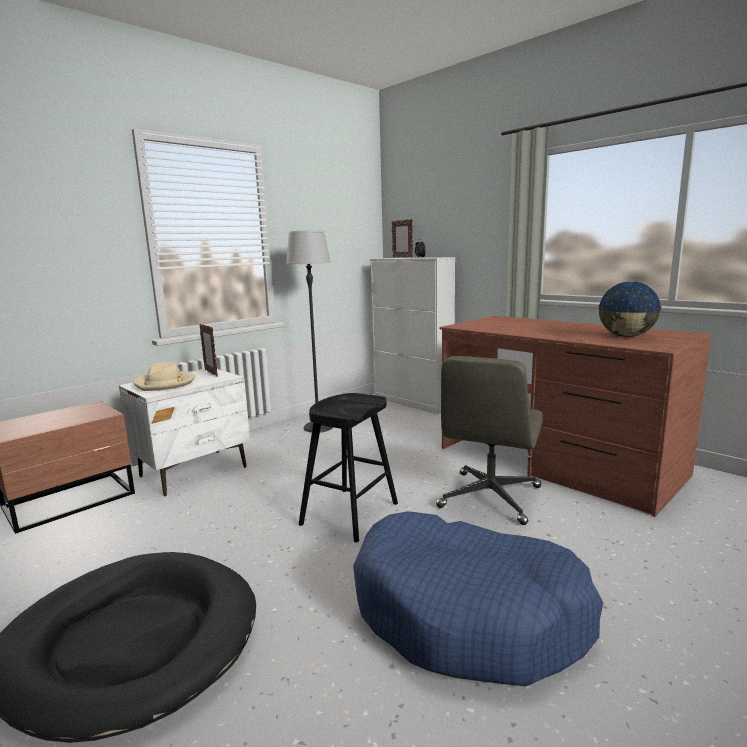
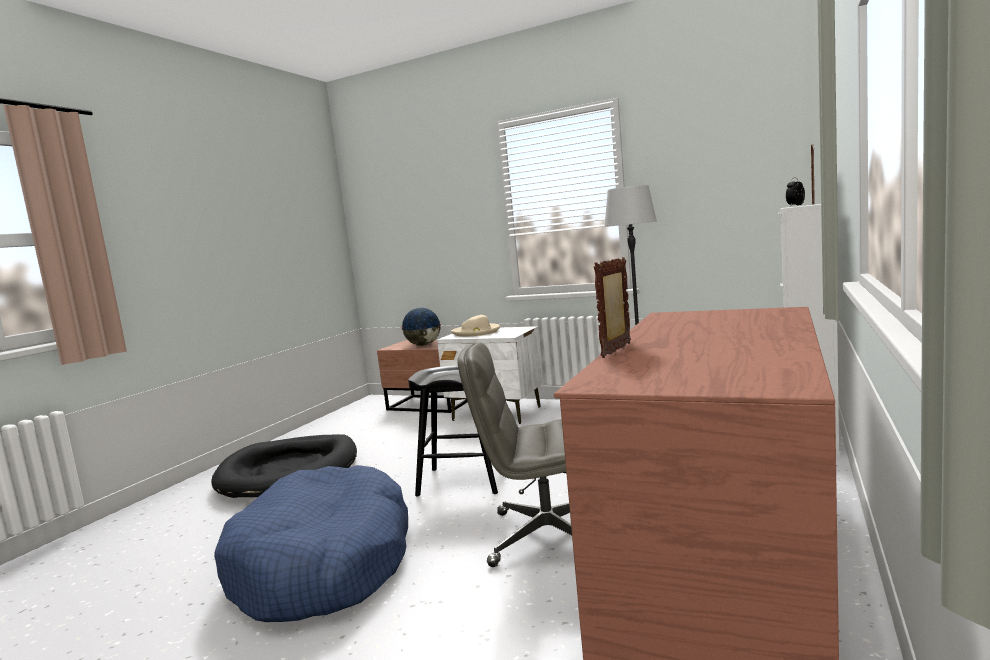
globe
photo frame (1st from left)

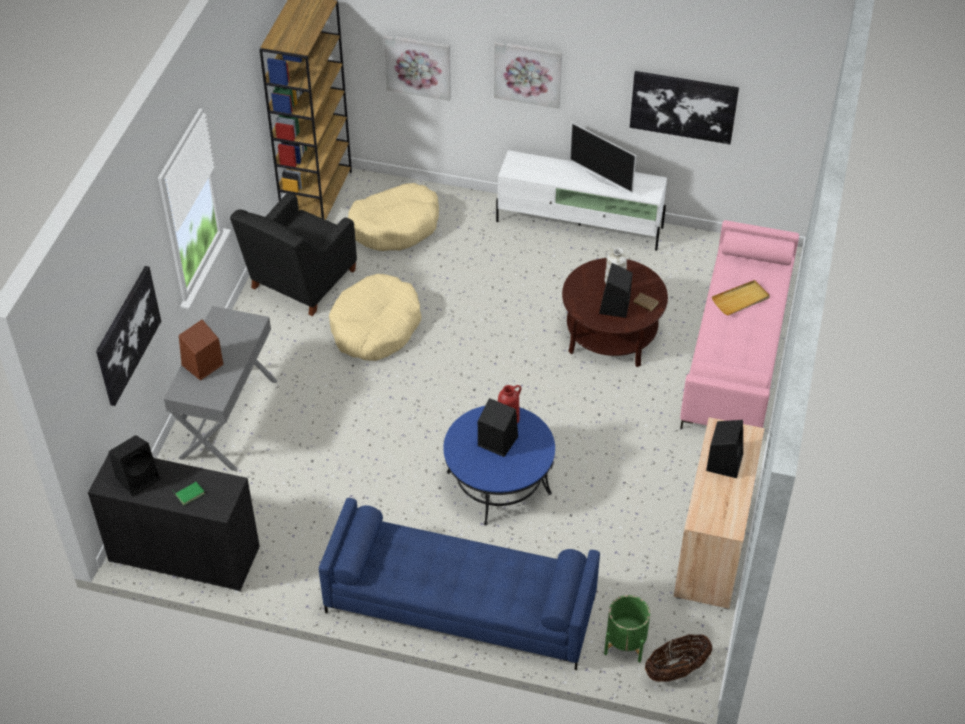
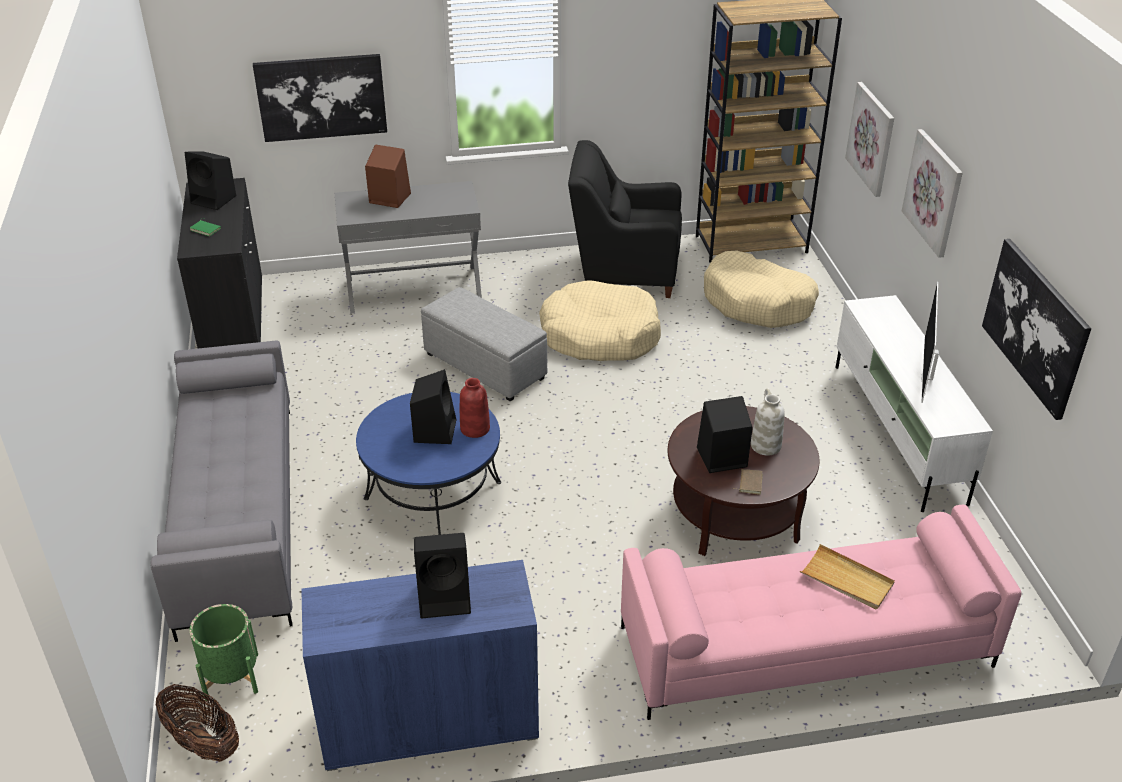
storage cabinet (bluish)
sofa (greyish)
footrest (greyish)

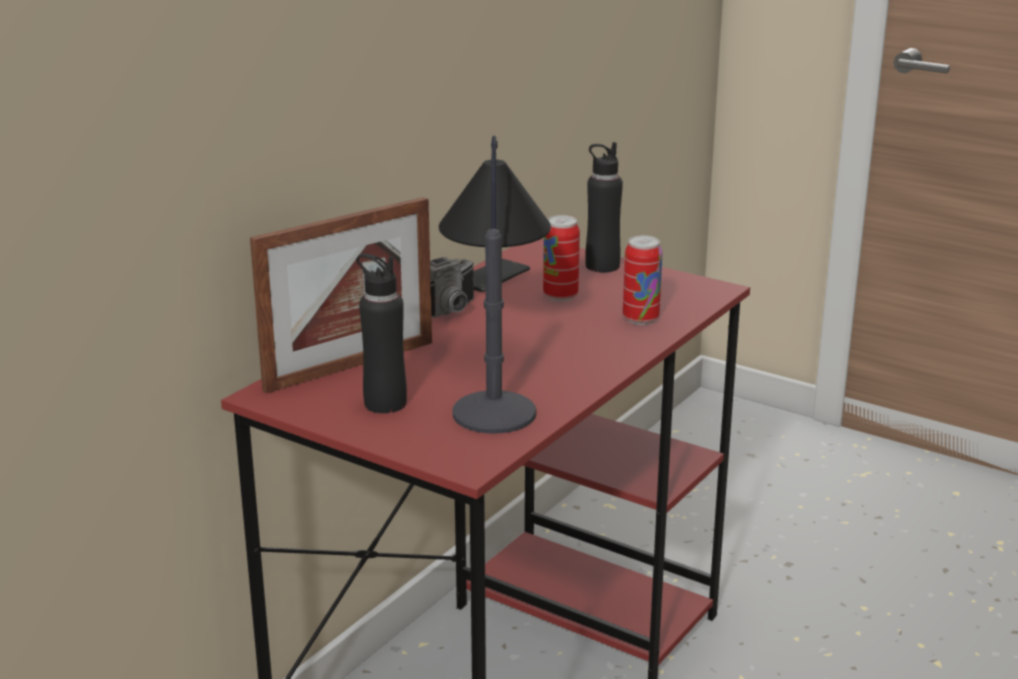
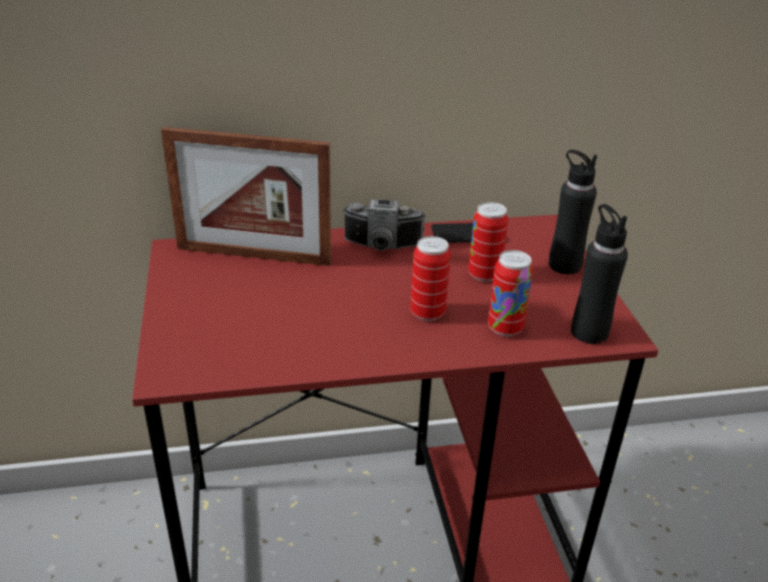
tabletop lamp
beverage bottle (black) (2nd from left)
can (1st from left)

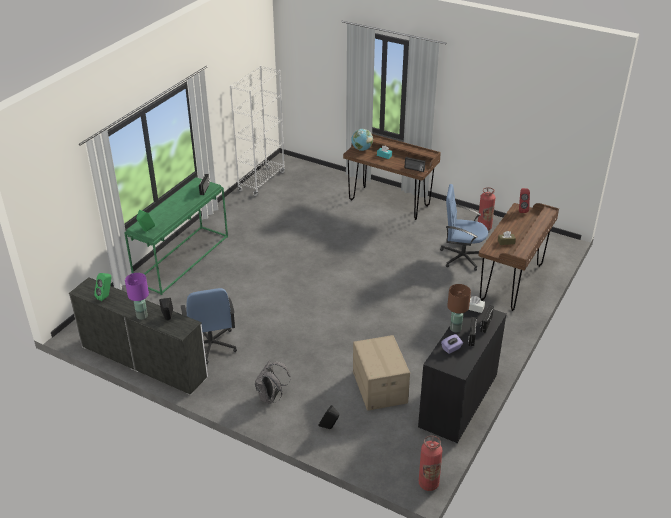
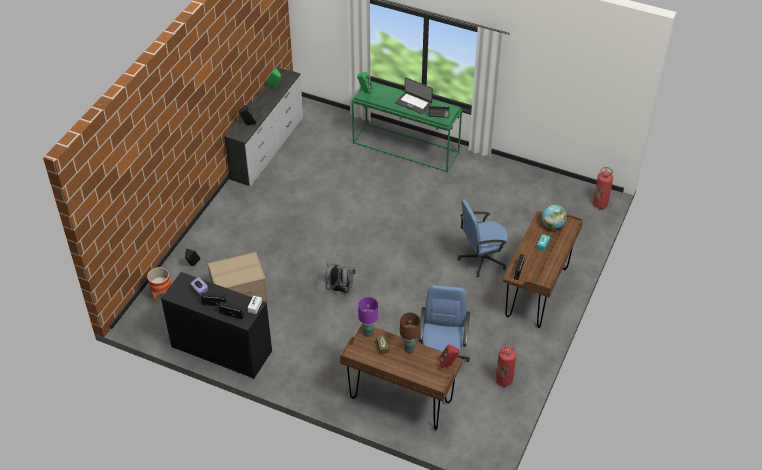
bookcase (white-coloured)
tabletop lamp (purplish)
tabletop lamp (brown)
computer chair (bluish) (2nd from left)
rucksack (greyish)
fire extinguisher (2nd from left)
notebook computer
planter

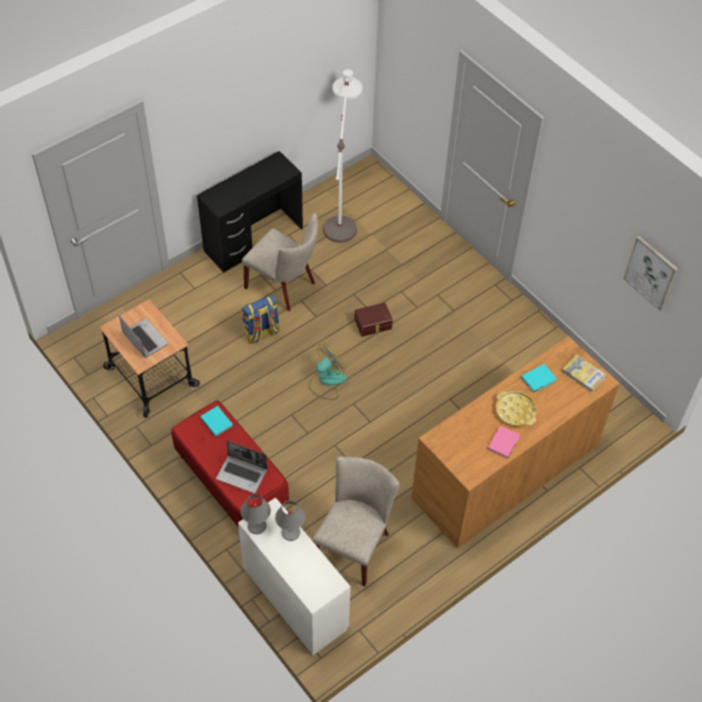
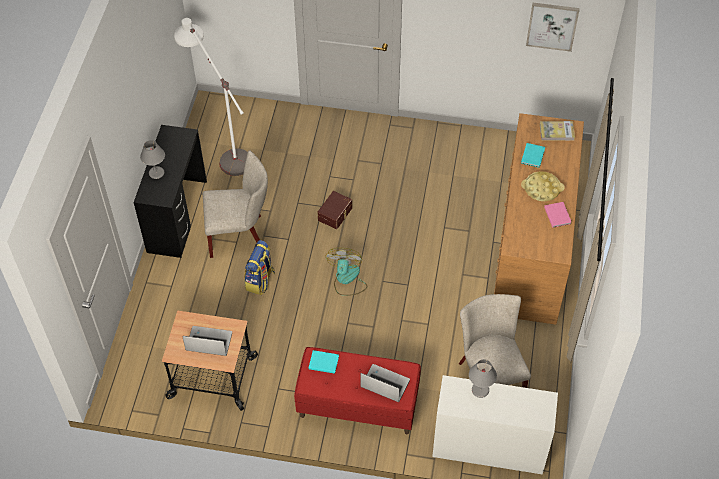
notebook computer (2nd from left)
tabletop lamp (greyish) (1st from left)

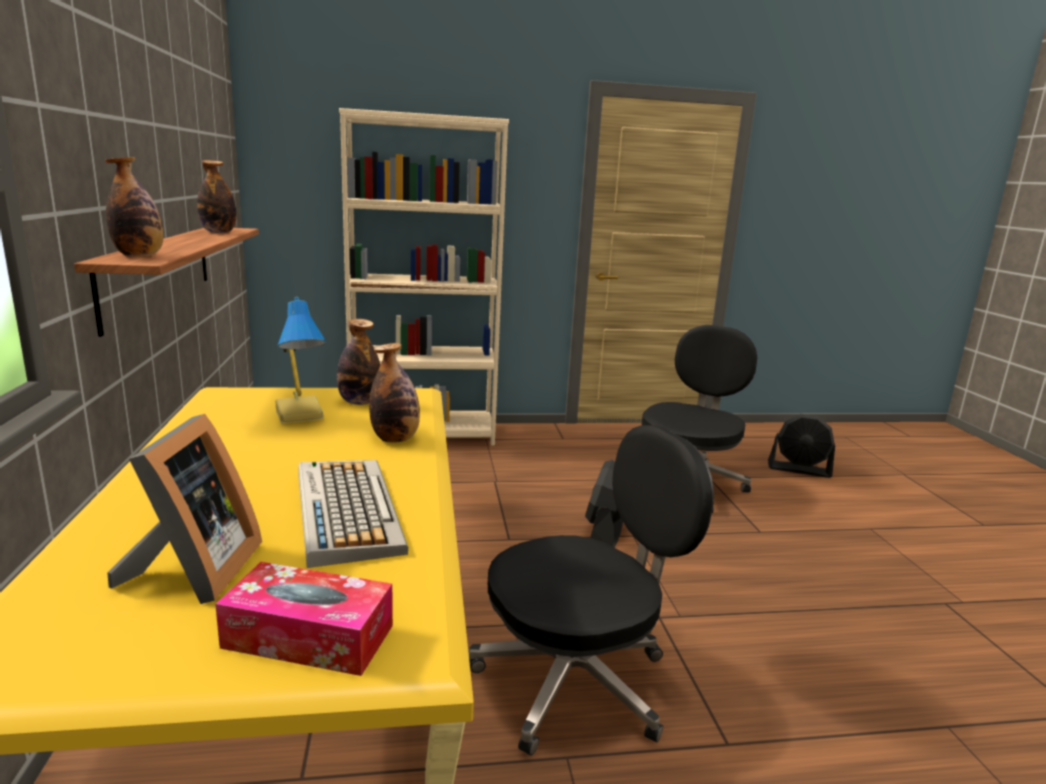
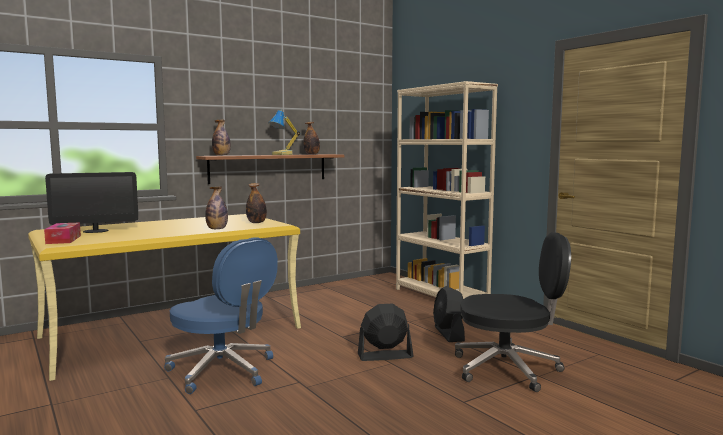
tabletop lamp
computer screen
cooling fan (black) (2nd from left)
computer chair (bluish)
PC keyboard

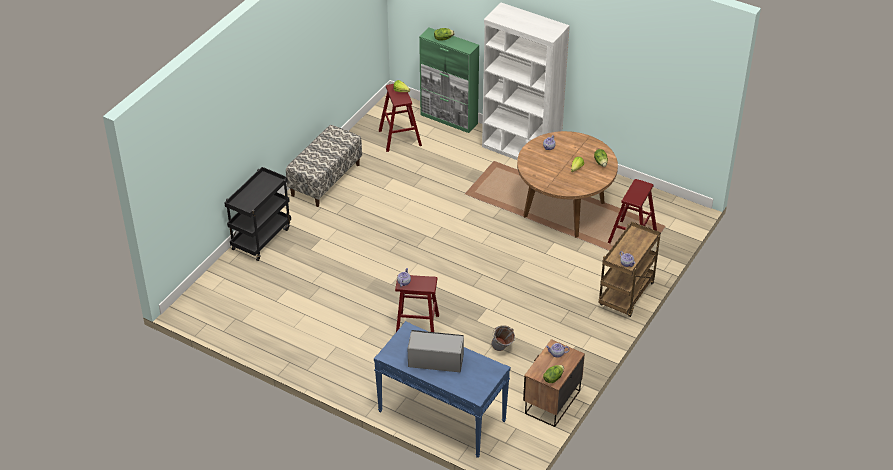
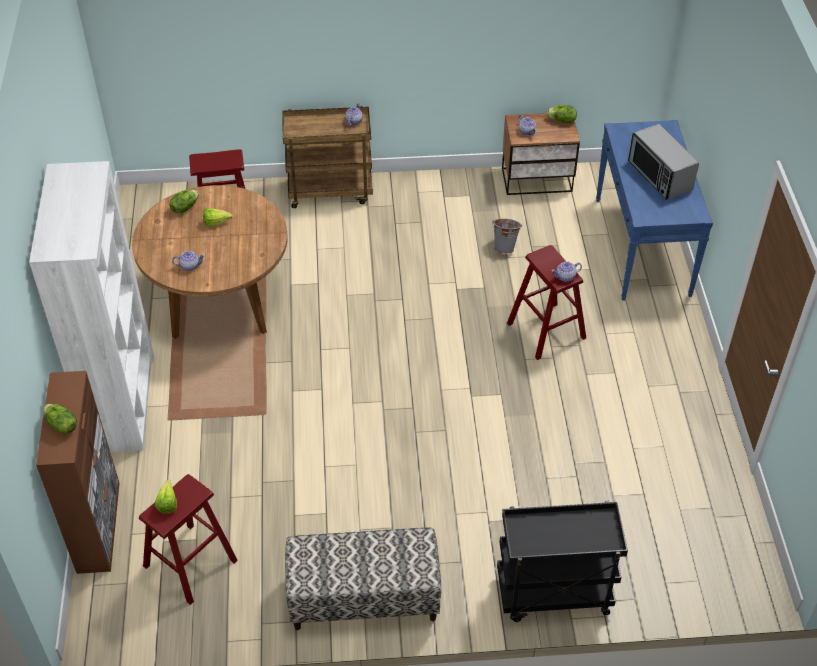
storage cabinet (brown)

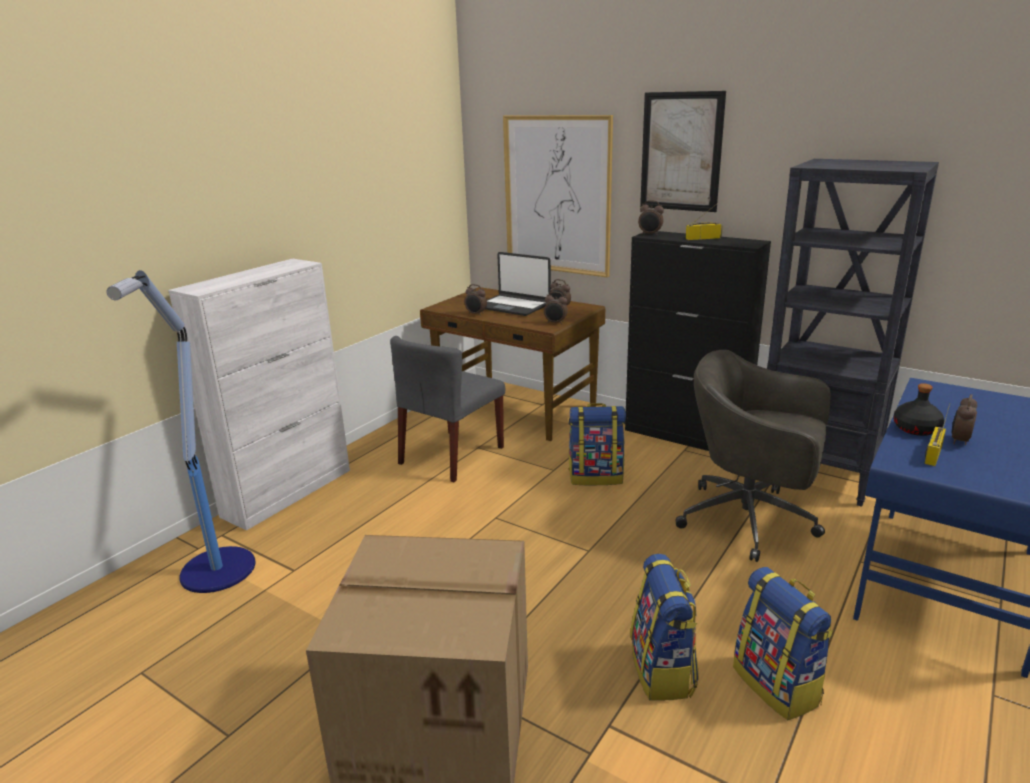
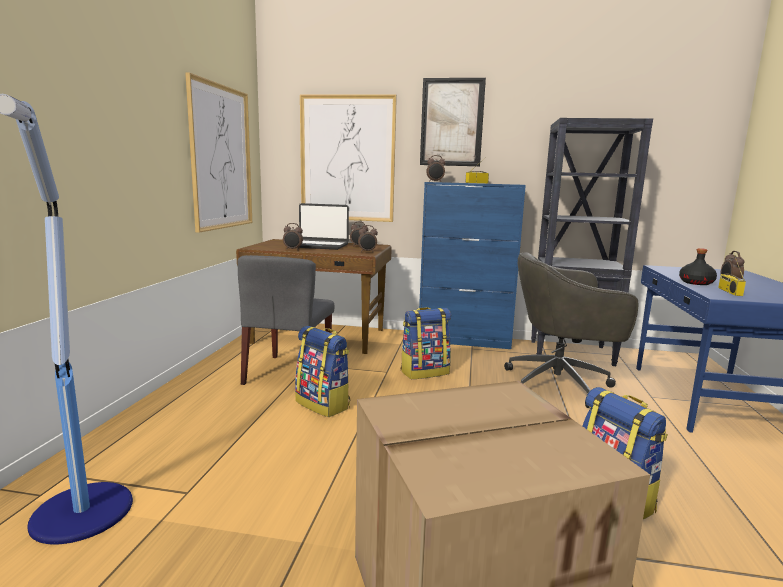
storage cabinet (bluish)
storage cabinet (white-coloured)
rucksack (1st from left)
wall picture (1st from left)

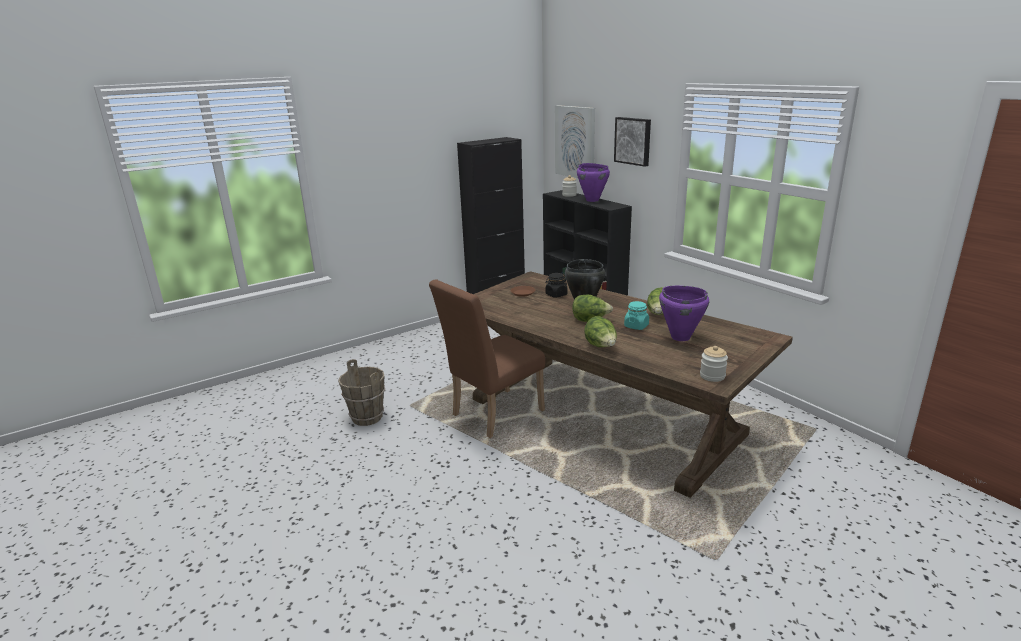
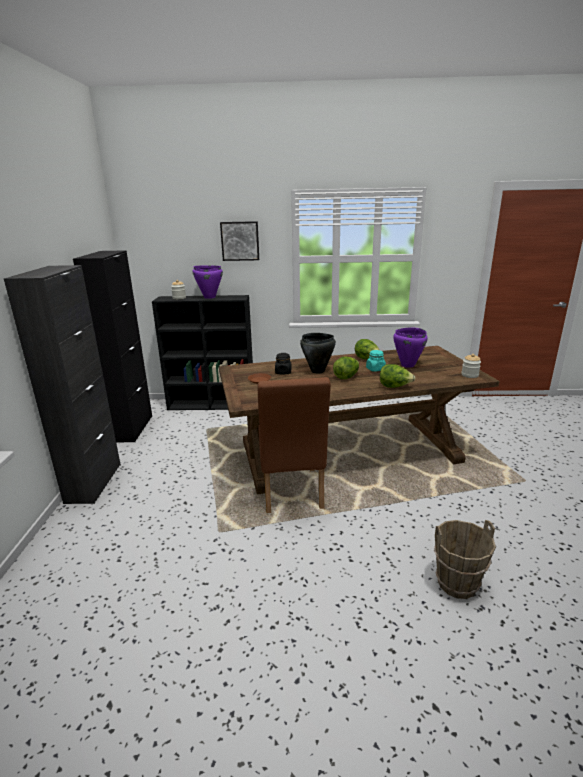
wall picture (1st from left in the first image)
water bucket (brown)
storage cabinet (black) (1st from left)

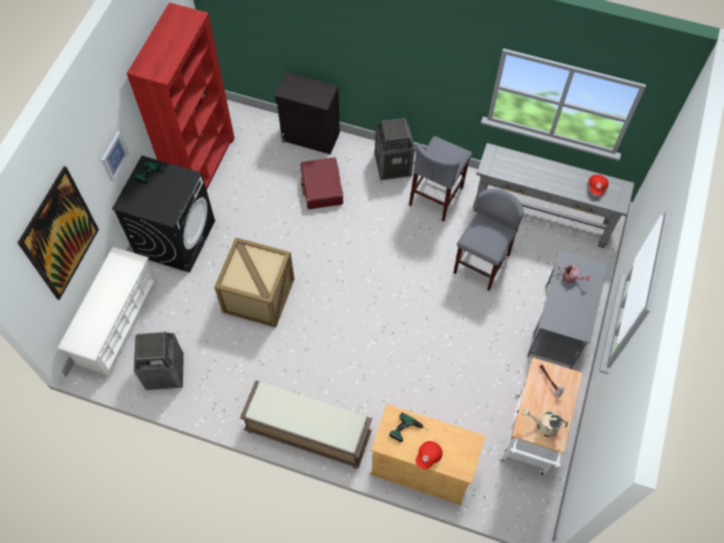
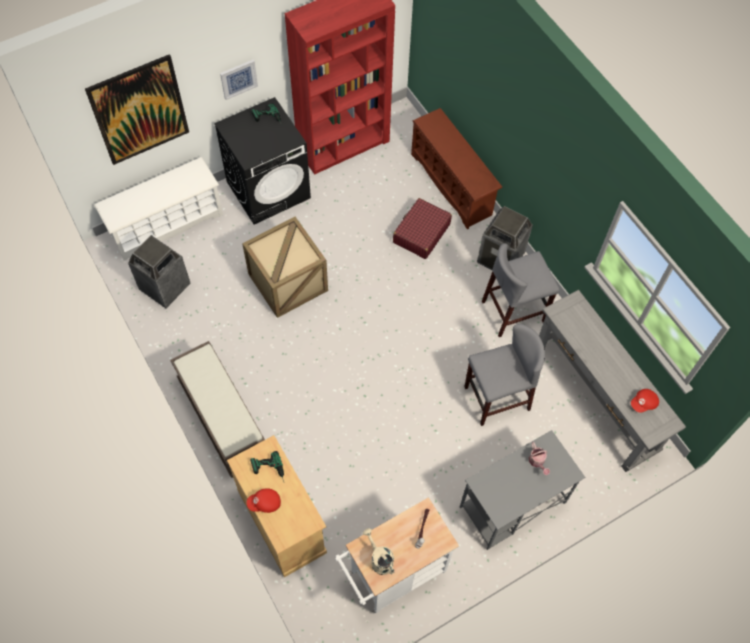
shoe stand (brown)

